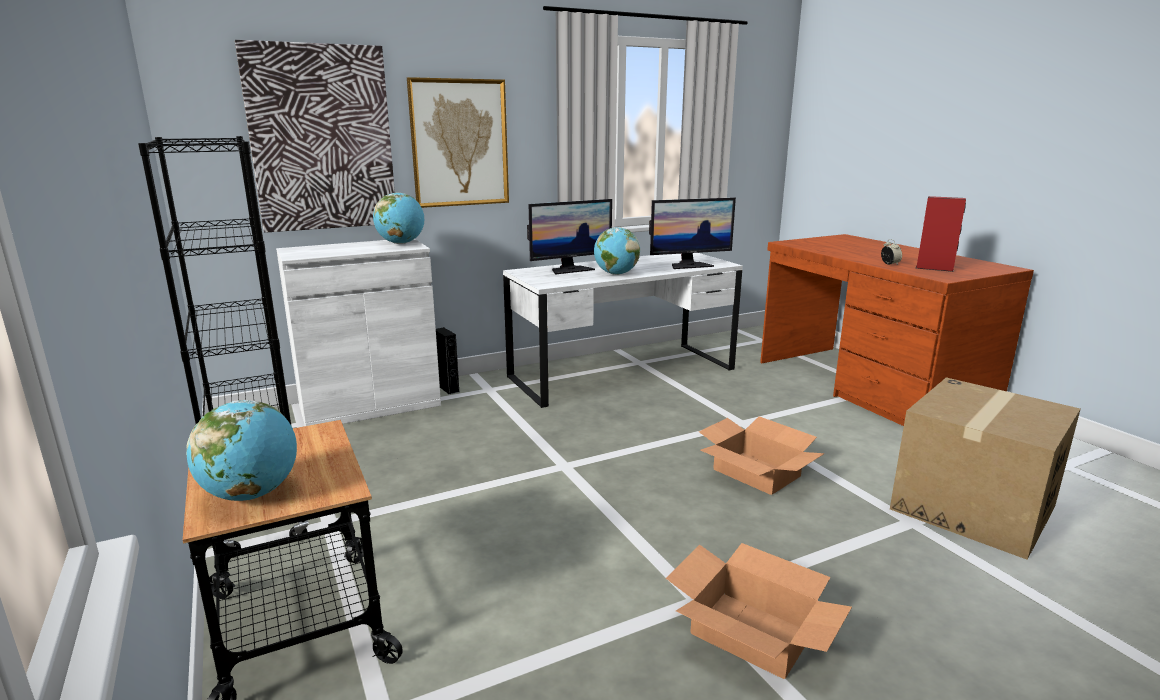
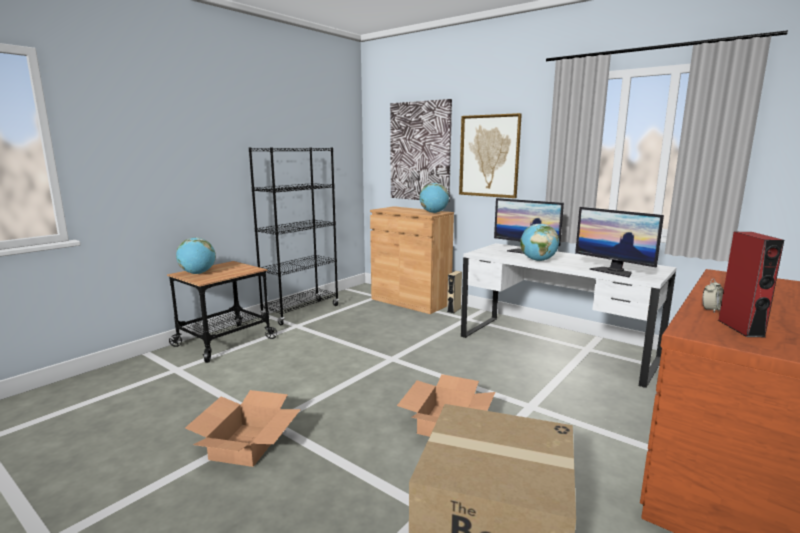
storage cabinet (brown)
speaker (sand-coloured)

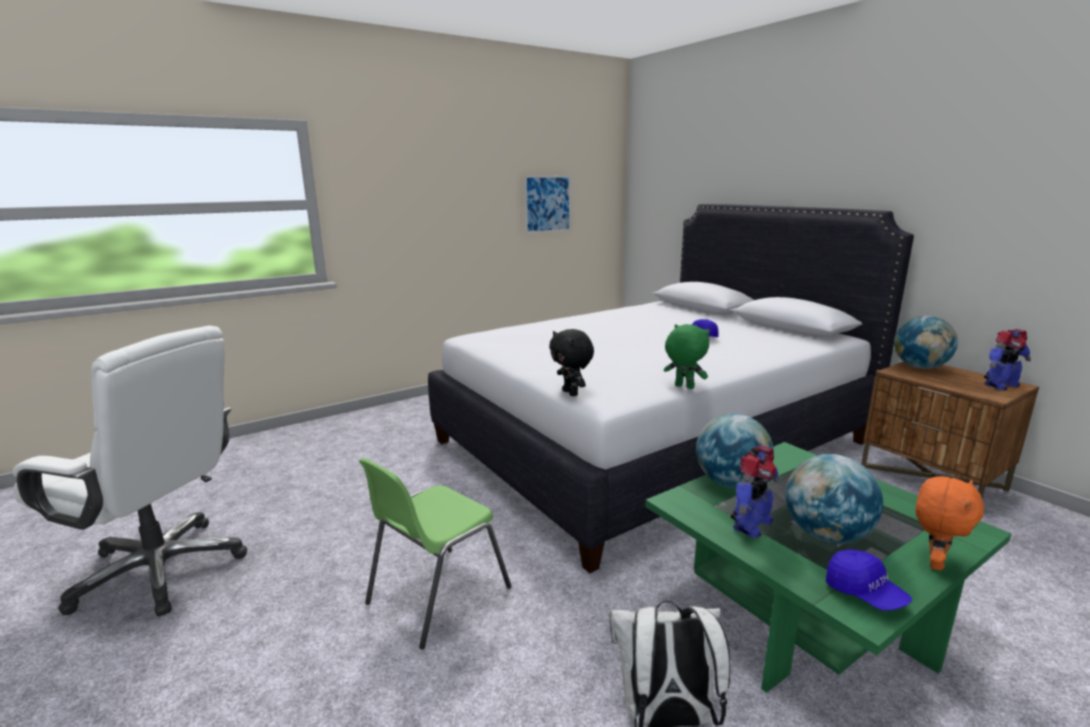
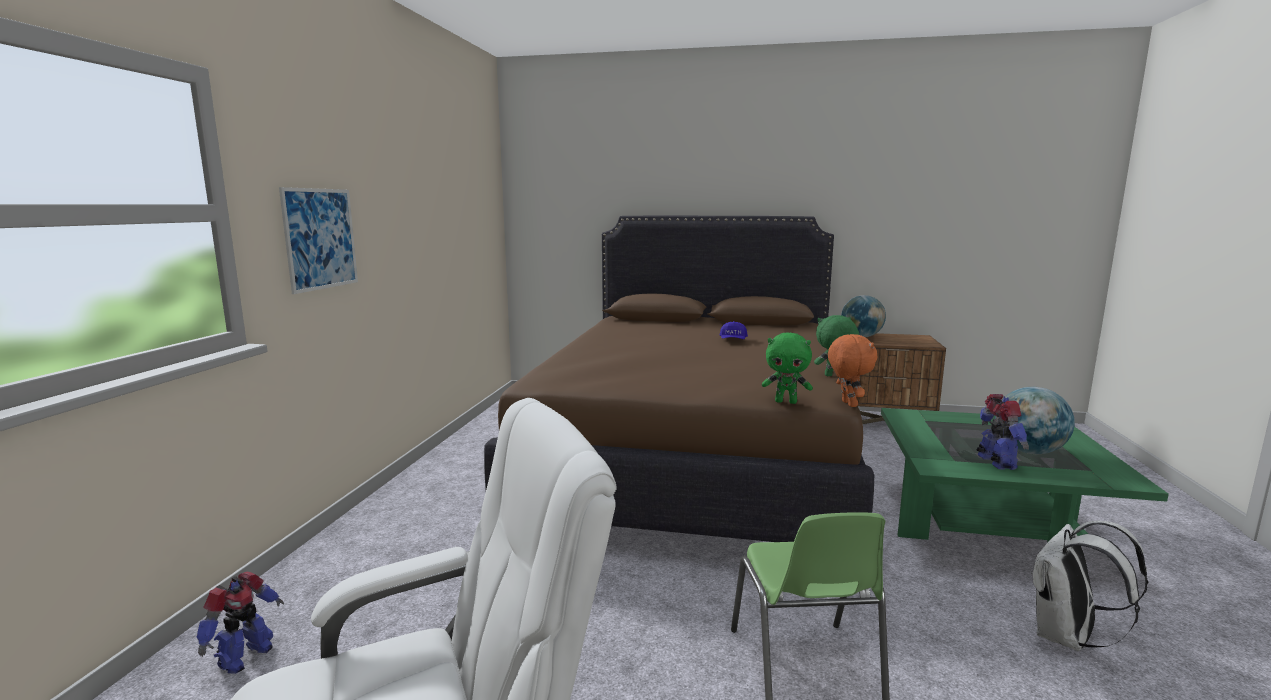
wall picture
bed (brown)
cuddly toy (green-coloured) (1st from left)
robot figure (1st from left)
globe (1st from left in the first image)
cuddly toy (orangey)
baseball cap (bluish) (2nd from left in the first image)

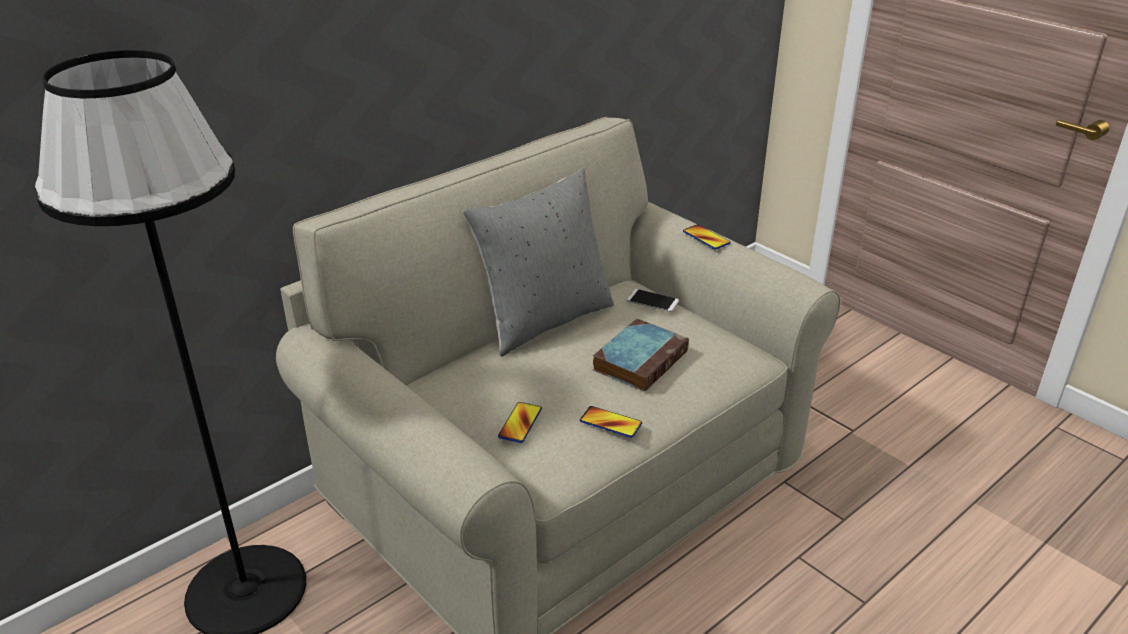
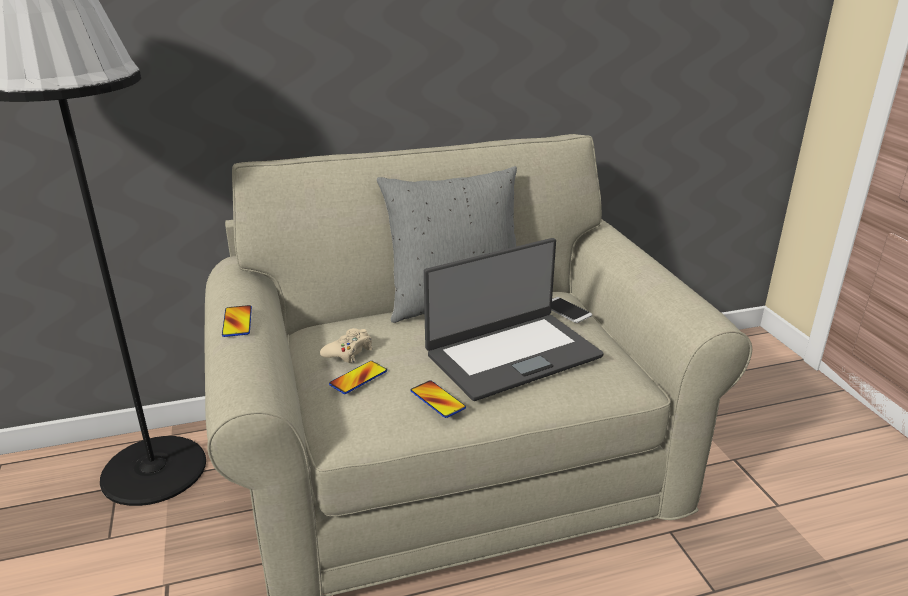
phone (1st from left)
notebook computer
game controller (sand-coloured)

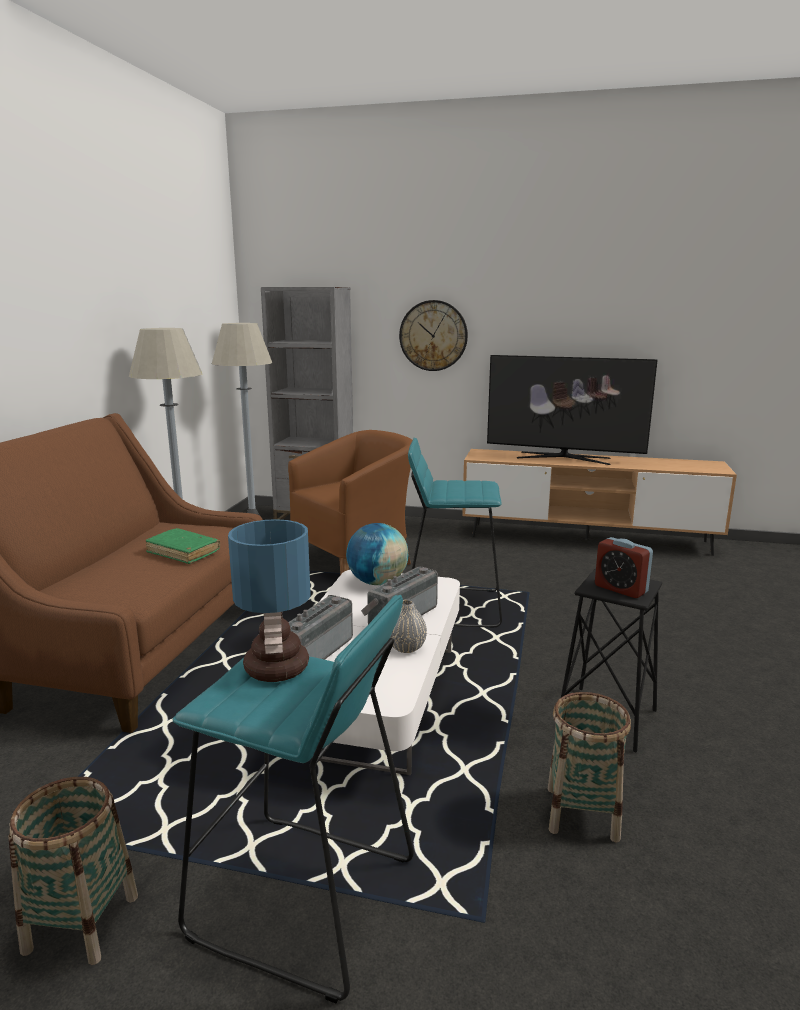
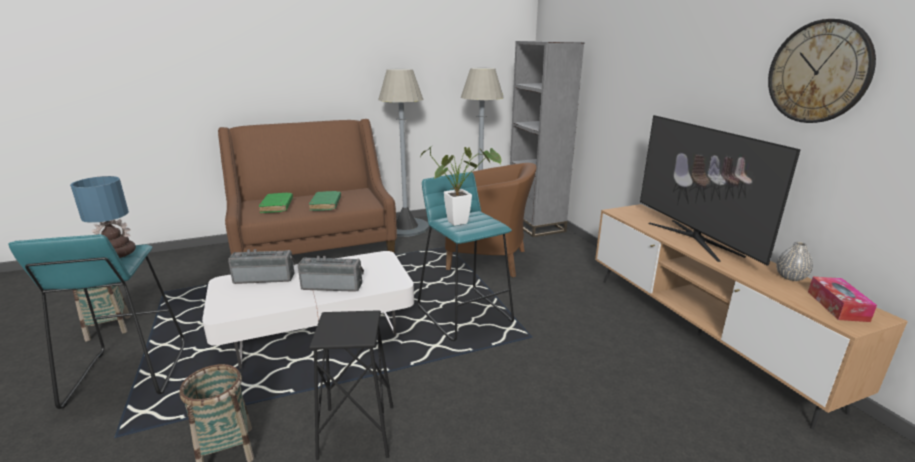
hanging clock
globe
bedside clock
decorative vase (greyish)
plant in a pot
book (green-coloured) (1st from left)
tissue holder

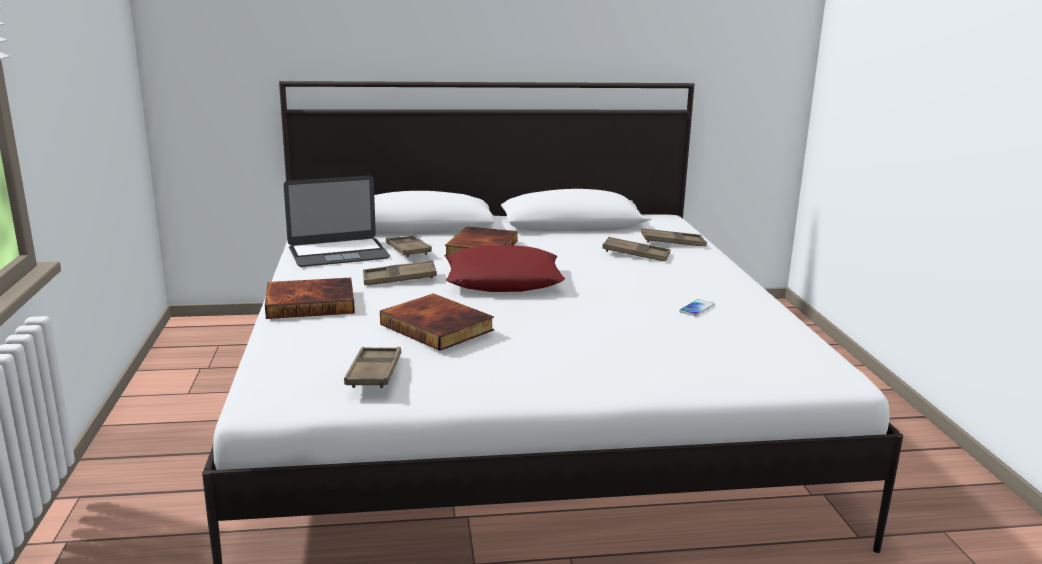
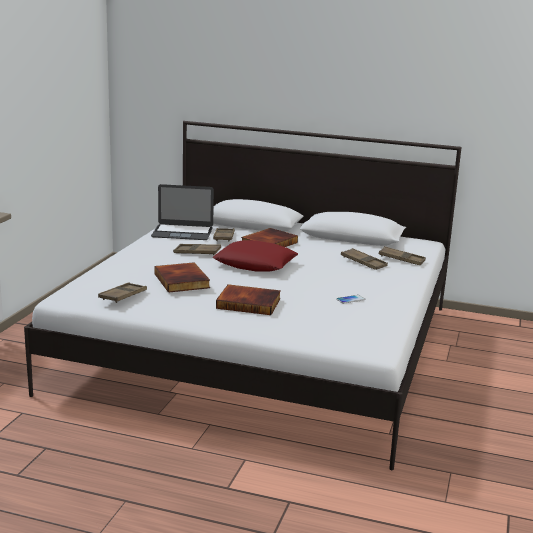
book (2nd from left)

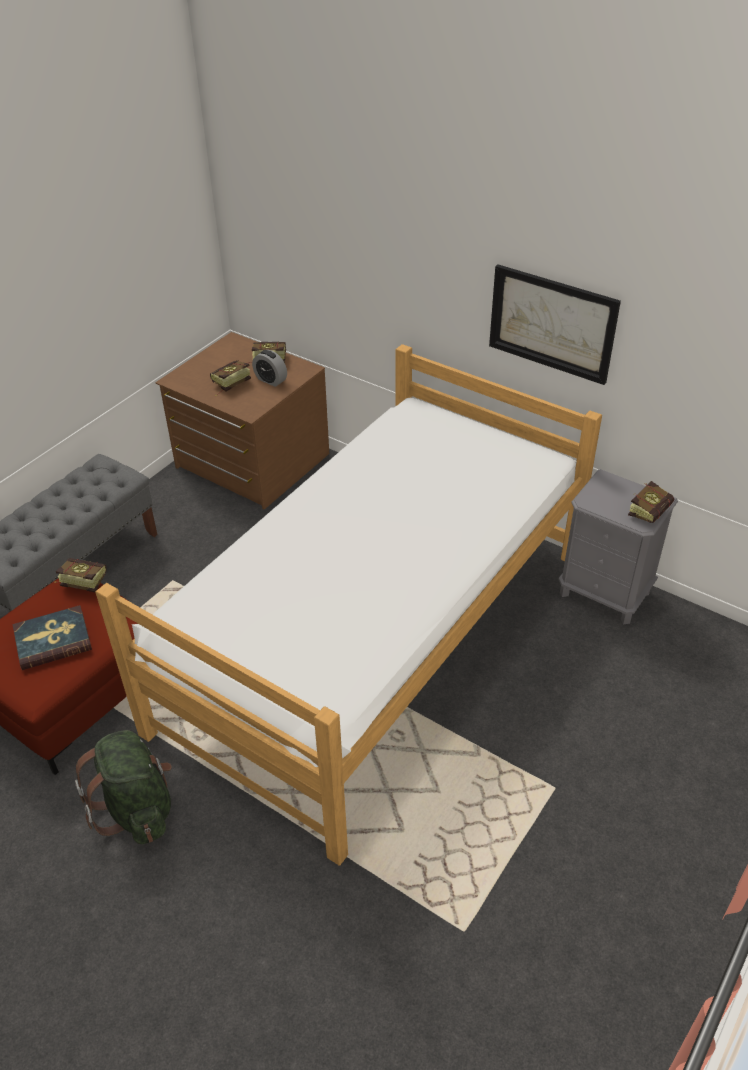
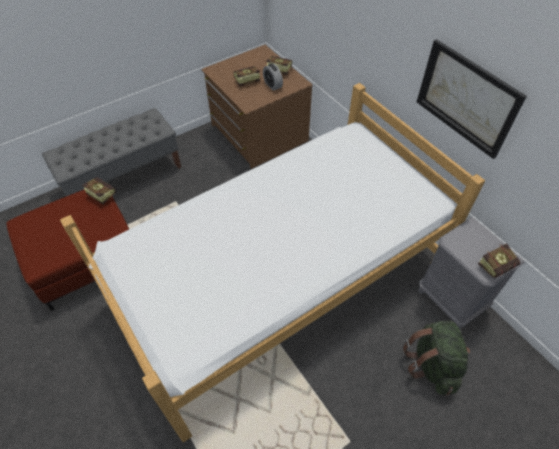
book (1st from left in the first image)
rucksack (green-coloured)

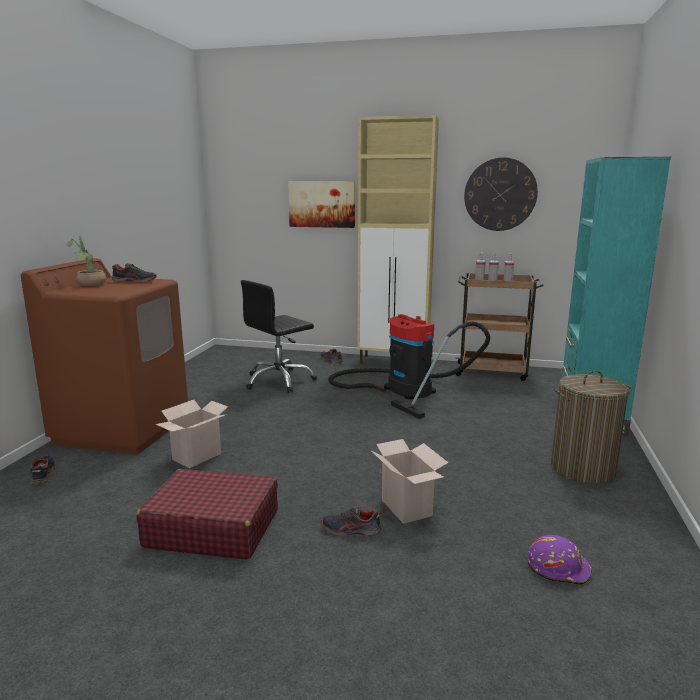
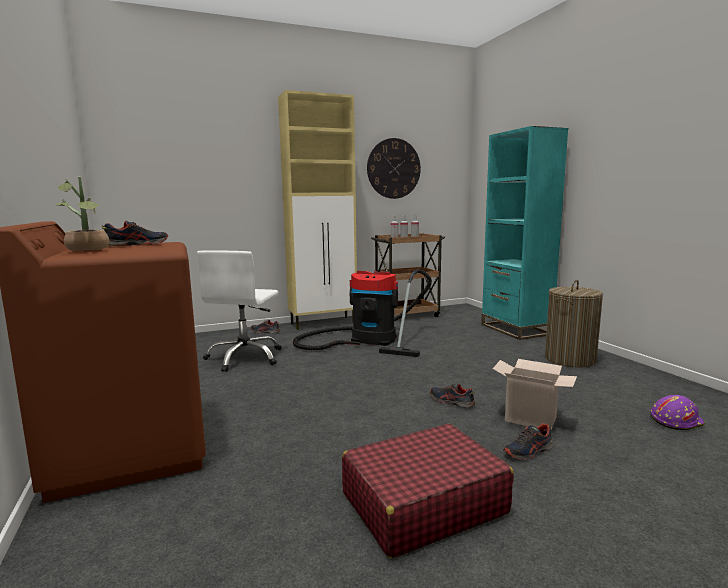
wall picture
computer chair (white-coloured)
cardboard box (1st from left in the first image)
item of footwear (3rd from left)

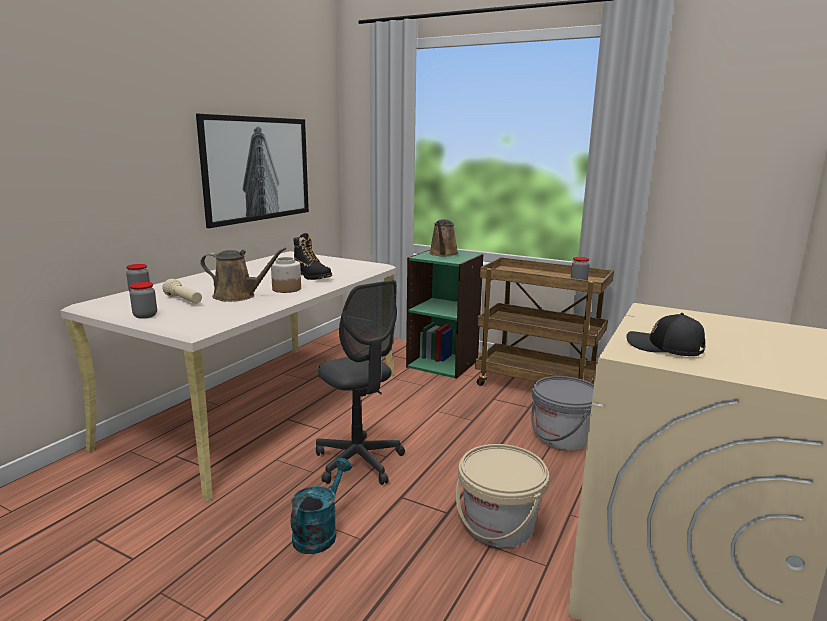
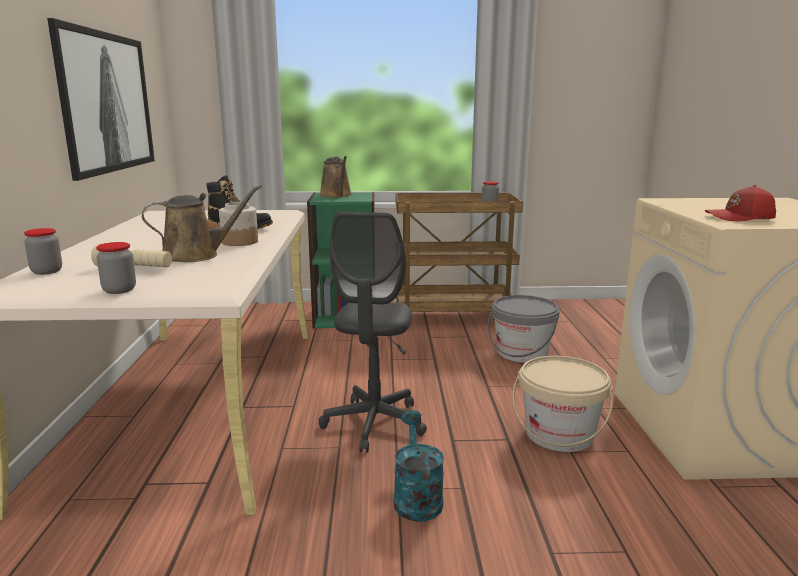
computer chair (greyish)
baseball cap (reddish)

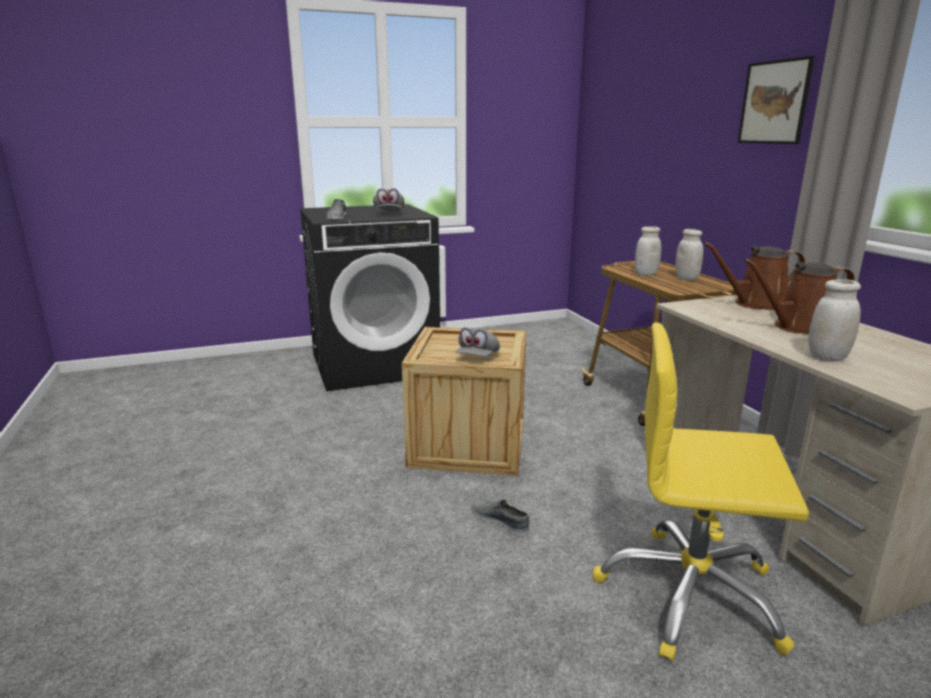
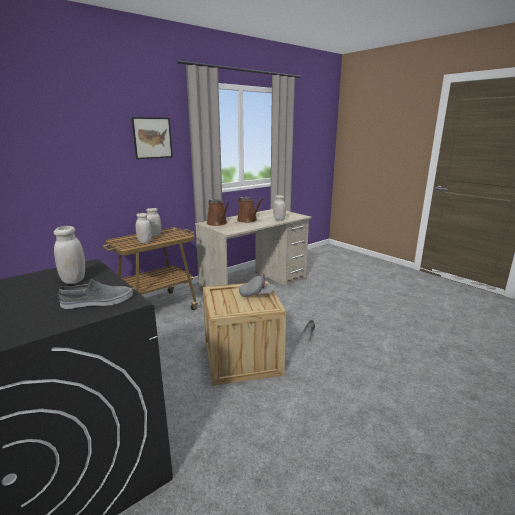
storage jar (white-coloured) (1st from left)
computer chair (yellow)

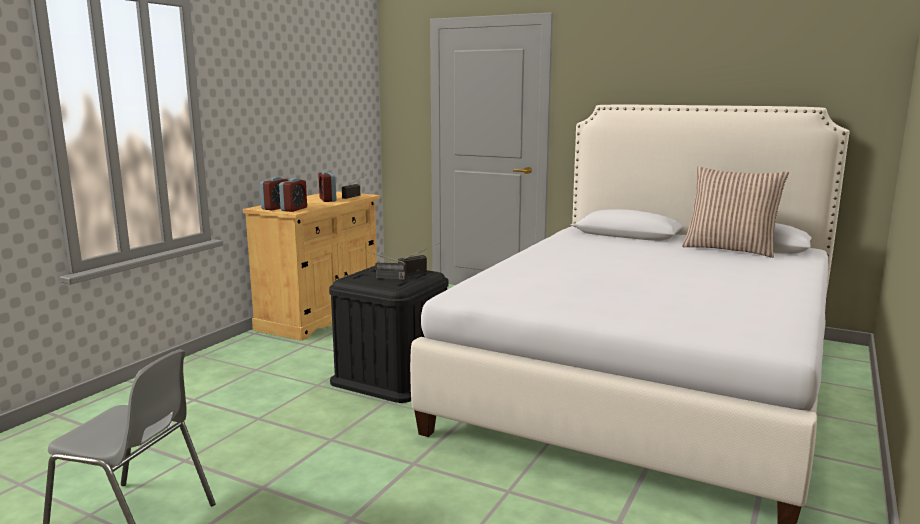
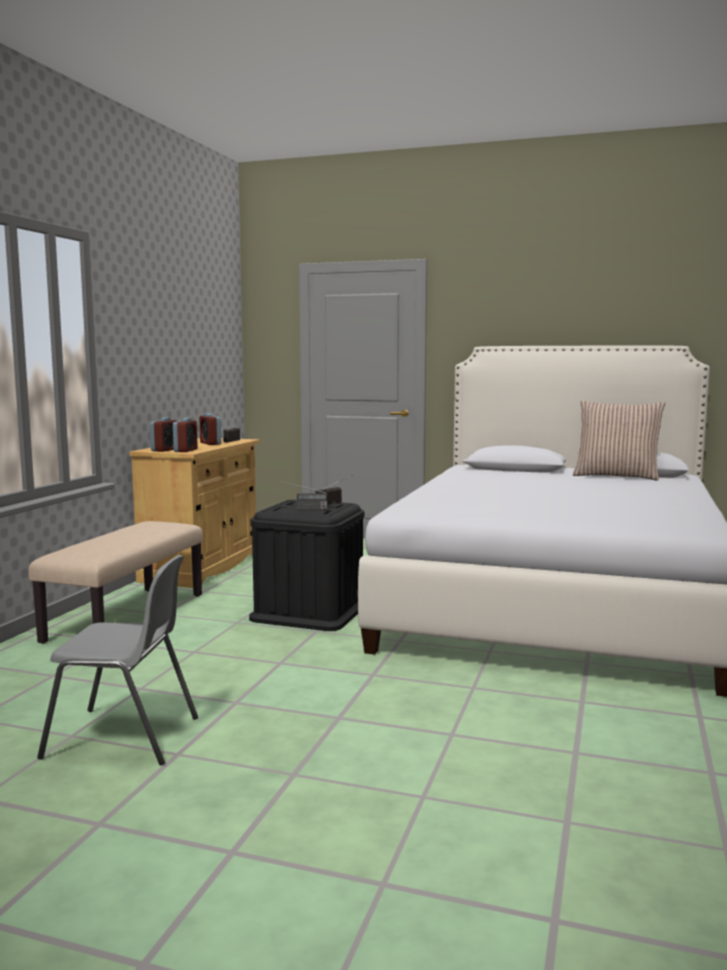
indoor bench (sand-coloured)

